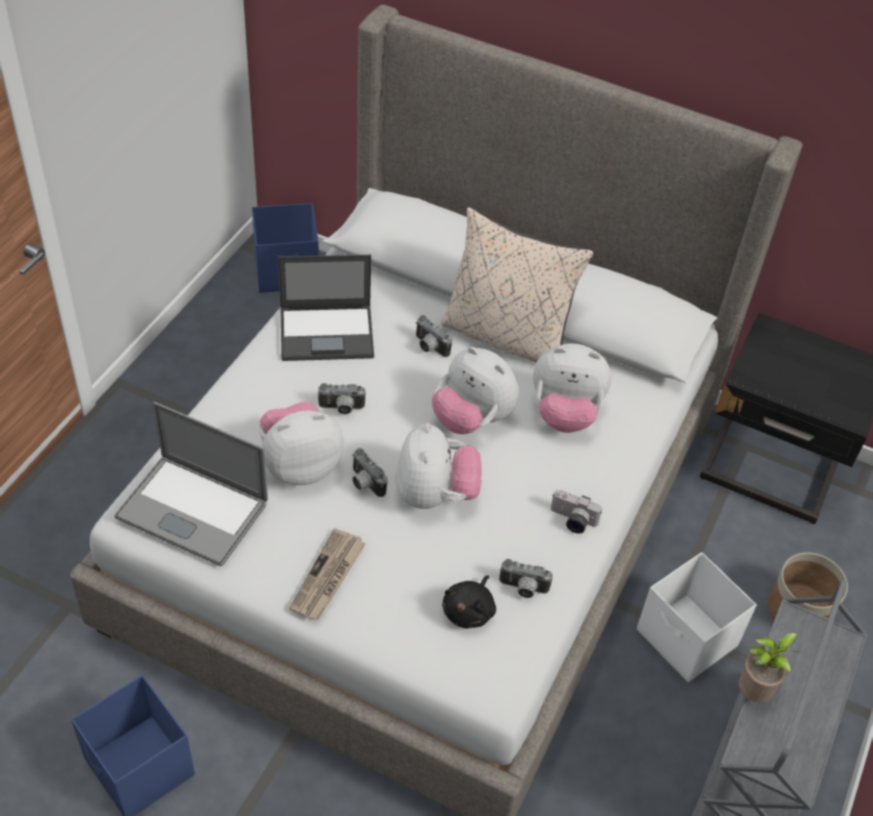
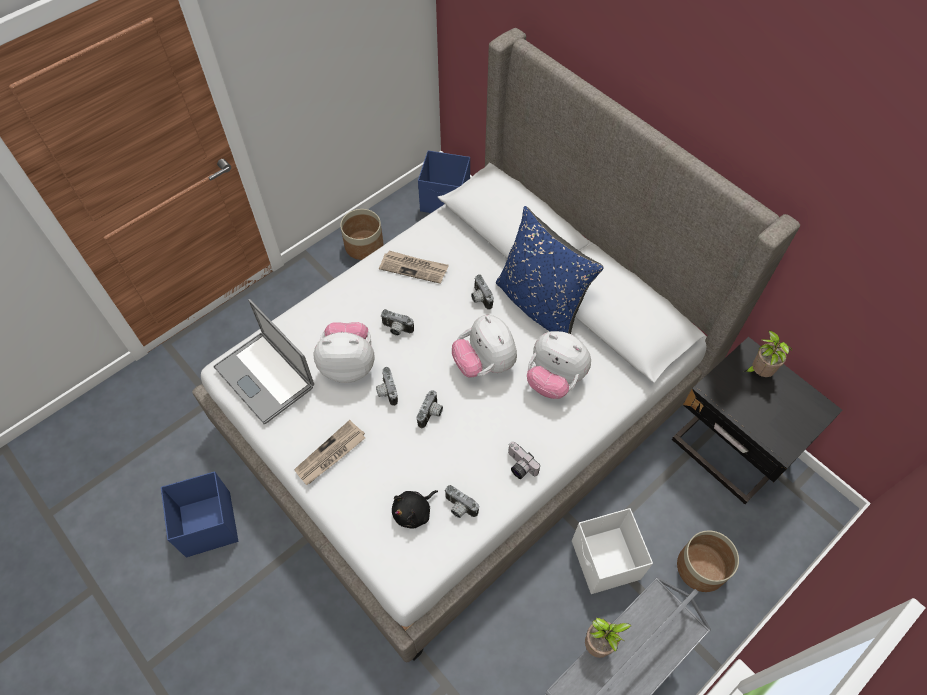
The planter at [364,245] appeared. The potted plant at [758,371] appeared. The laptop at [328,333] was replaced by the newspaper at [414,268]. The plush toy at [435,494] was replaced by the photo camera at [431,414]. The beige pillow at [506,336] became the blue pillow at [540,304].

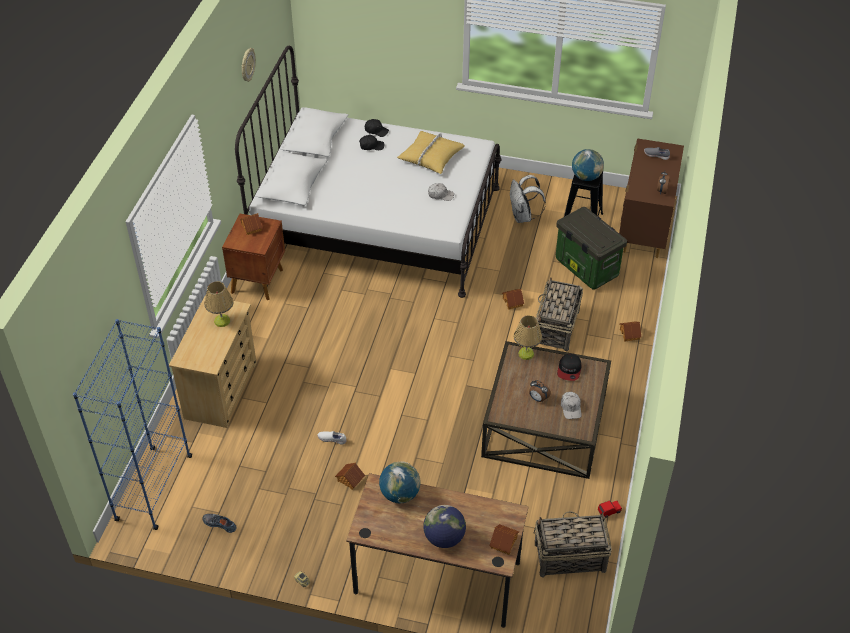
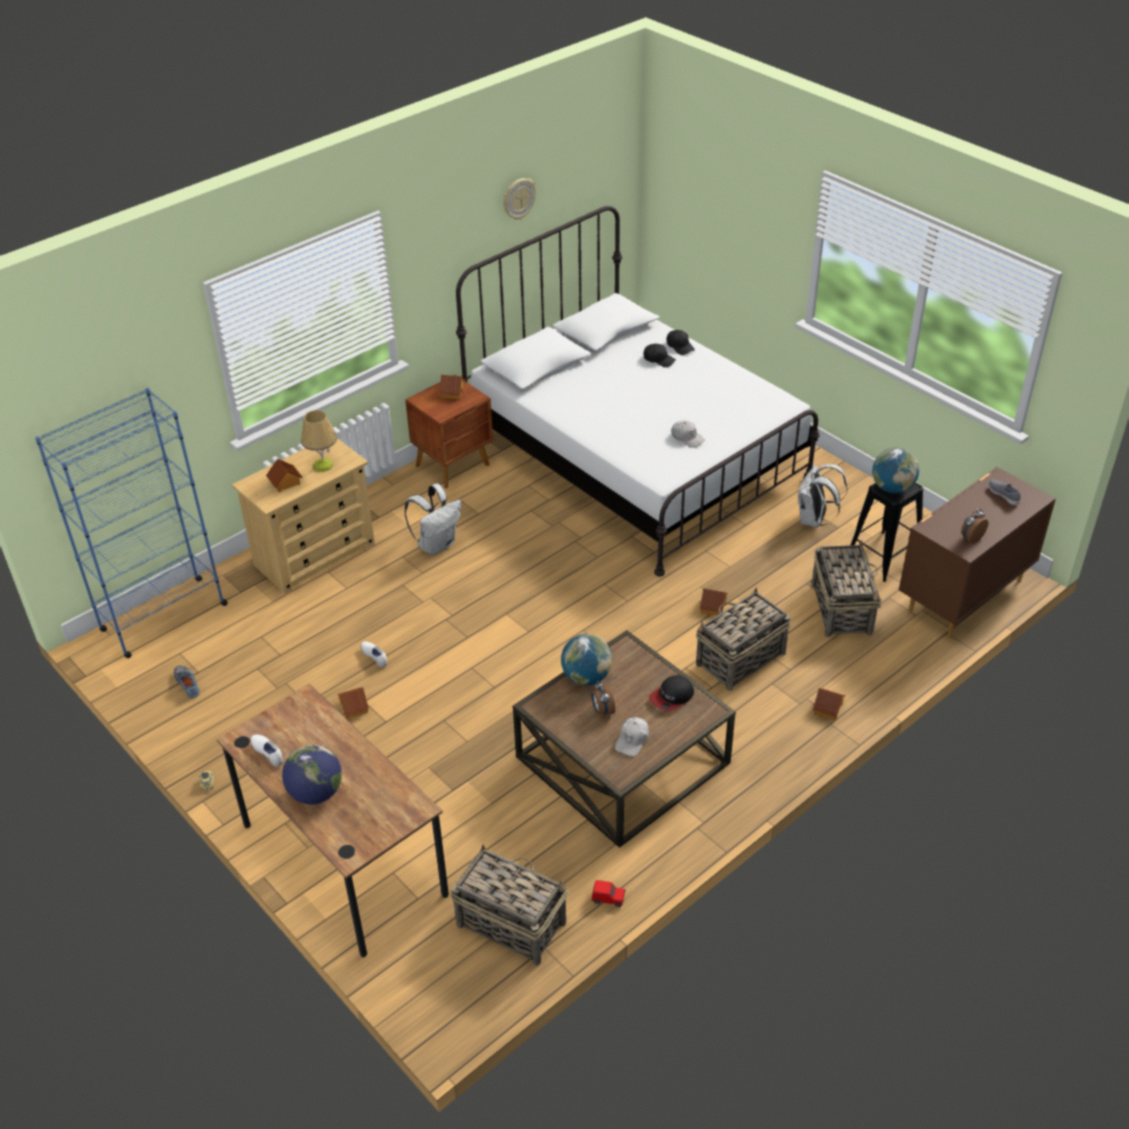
The yellow pillow at [430,157] disappeared. The table lamp at [526,354] disappeared. The white shoe at [268,753] appeared. The white backpack at [437,544] appeared. The globe moved from [400,494] to [586,677]. The toy house moved from [504,543] to [285,482]. The storage box at [585,267] was replaced by the basket at [841,608].

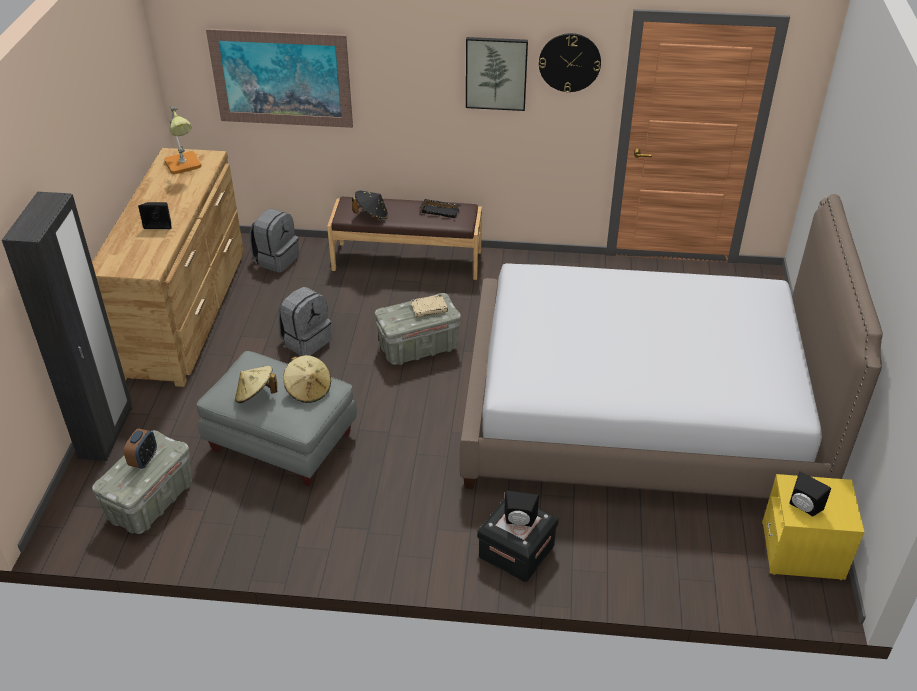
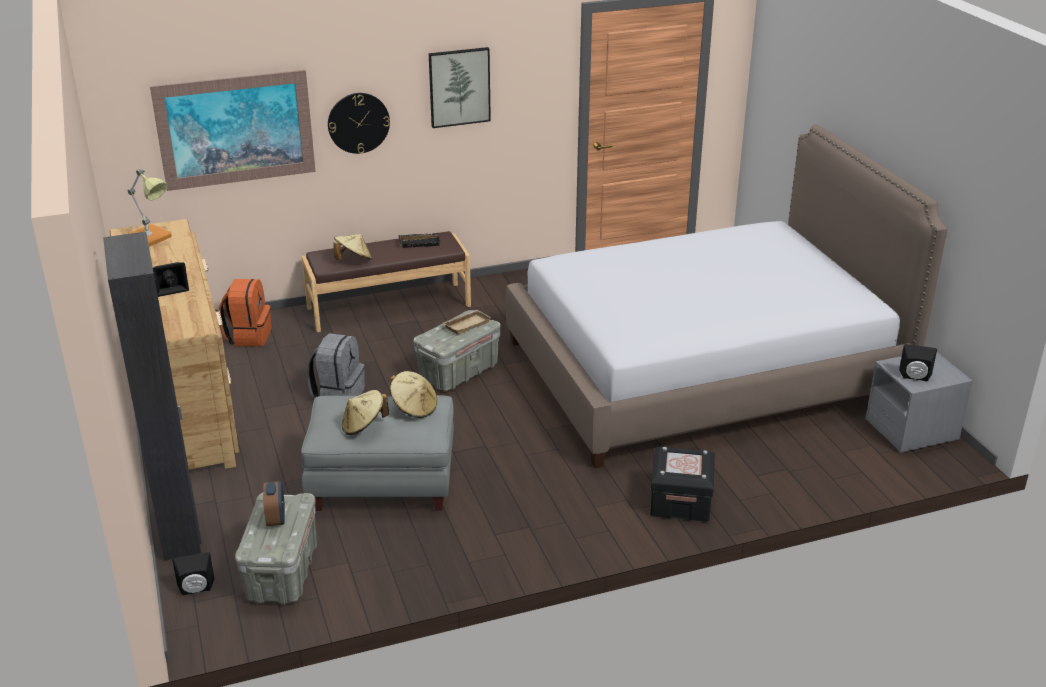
The black speaker moved from [519,521] to [196,589]. The wall clock moved from [569,62] to [358,123]. The beige book at [429,308] was replaced by the beige tray at [466,324]. The grey backpack at [276,259] became the orange backpack at [248,336]. The black hat at [371,215] became the beige hat at [353,260]. The yellow nightstand at [802,551] became the grey nightstand at [911,430].

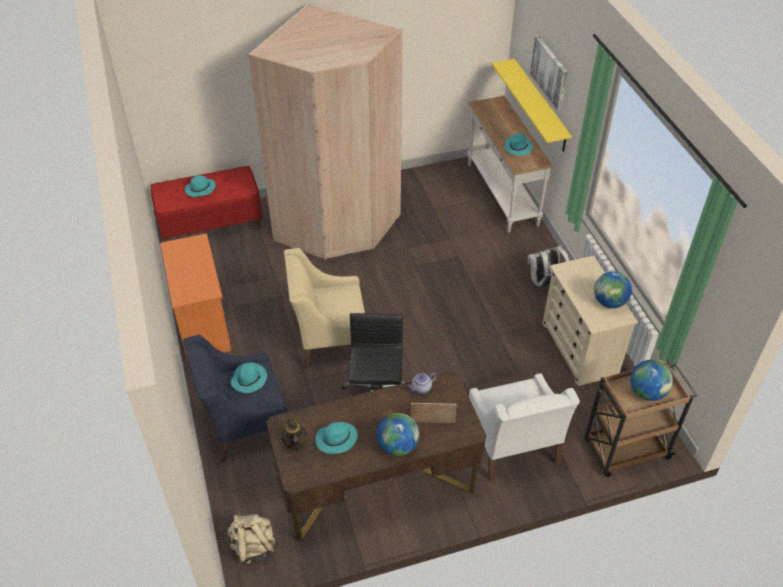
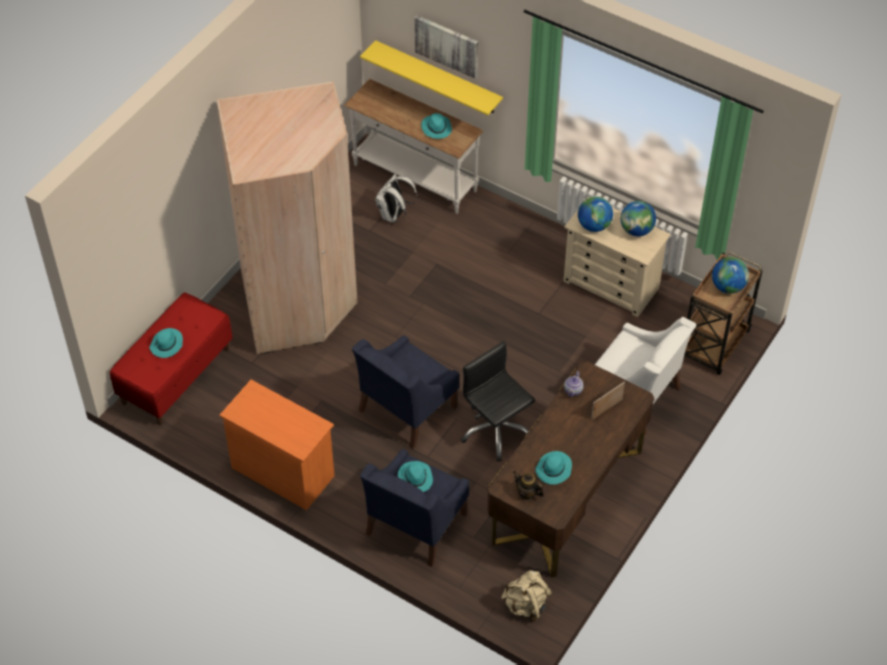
The globe moved from [397,446] to [594,226]. The white backpack moved from [544,282] to [394,215]. The beige armchair at [329,339] became the blue armchair at [406,409].

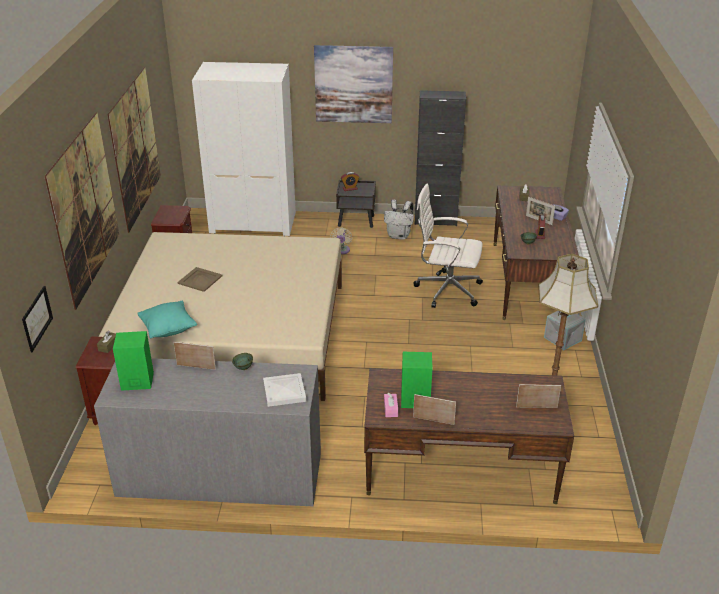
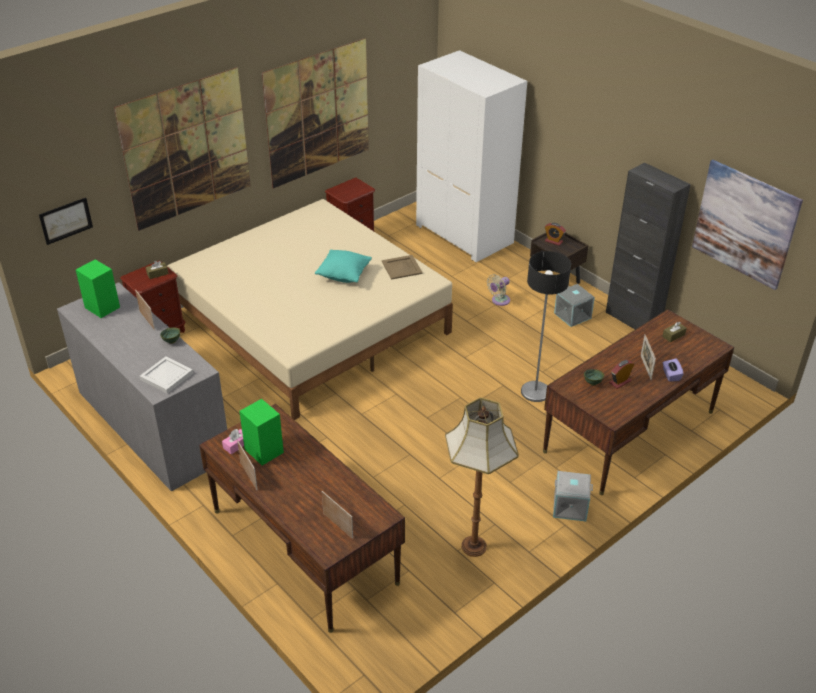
The turquoise pillow moved from [168,329] to [344,276]. The beige tray moved from [200,280] to [401,267]. The picture moved from [353,84] to [745,224]. The white backpack at [399,236] was replaced by the grey storage box at [573,315]. The white office chair at [446,290] was replaced by the floor lamp at [535,392].

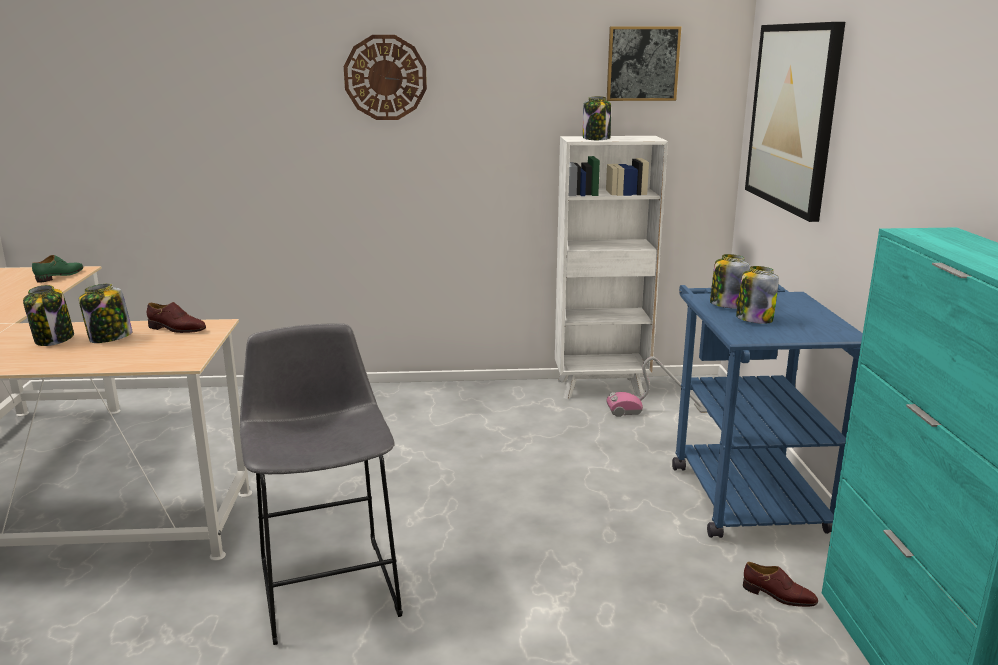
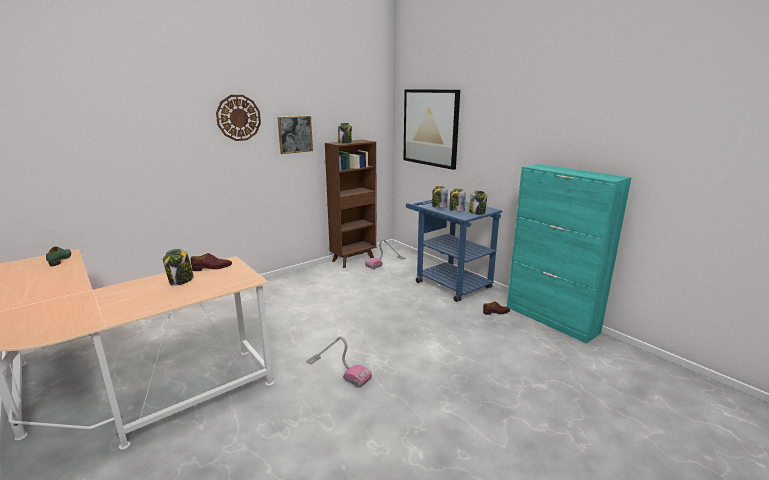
The jar moved from [54,339] to [477,212]. The picture moved from [642,64] to [295,134]. The grey stool at [328,582] was replaced by the vacuum cleaner at [338,371]. The white bookcase at [602,388] became the brown bookcase at [354,260].

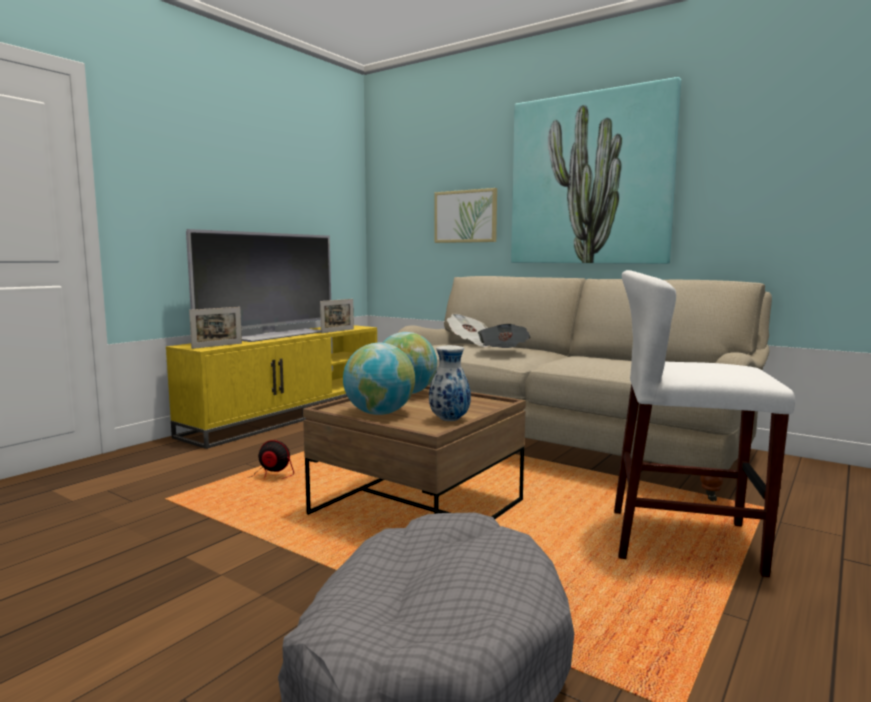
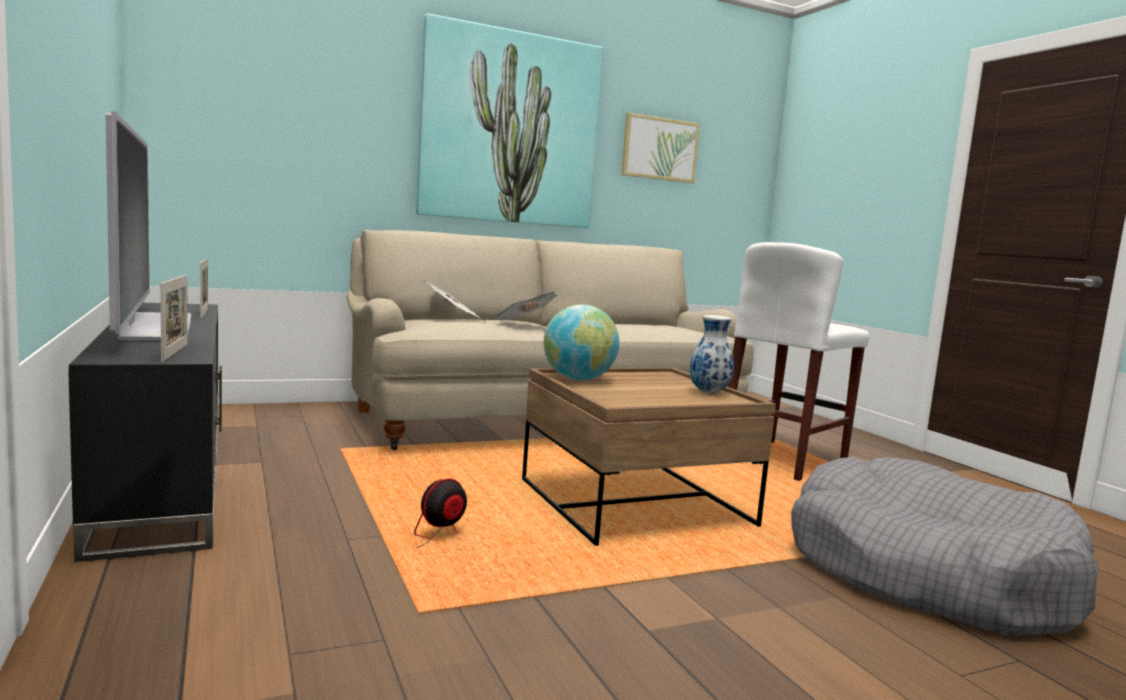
The globe at [379,413] disappeared. The picture moved from [465,216] to [659,149]. The yellow tv stand at [287,416] became the black tv stand at [162,472].

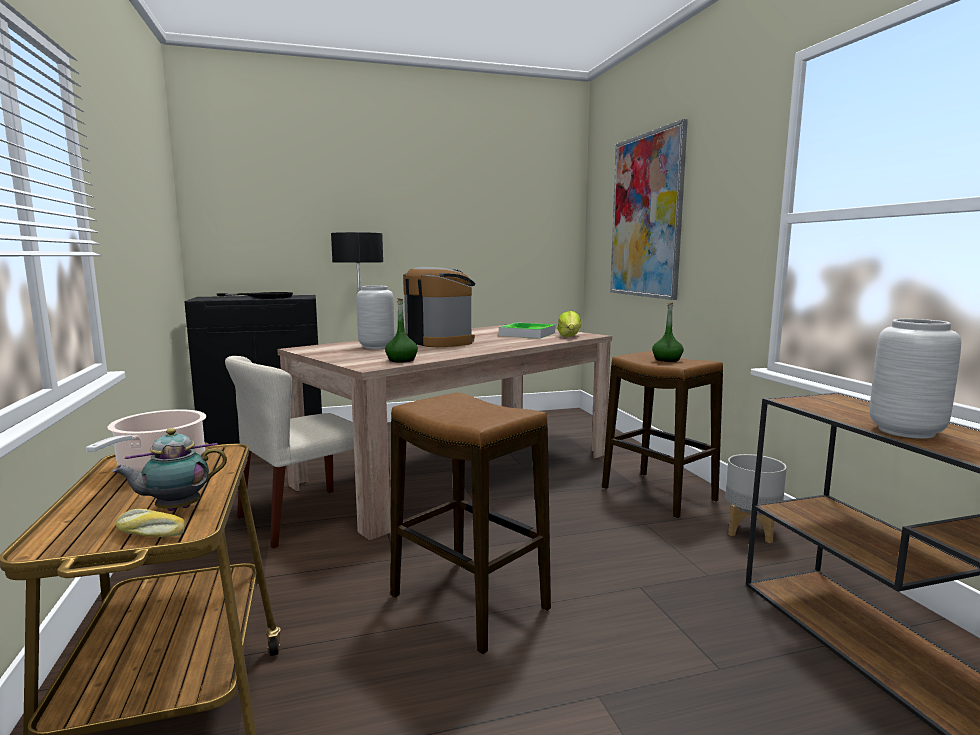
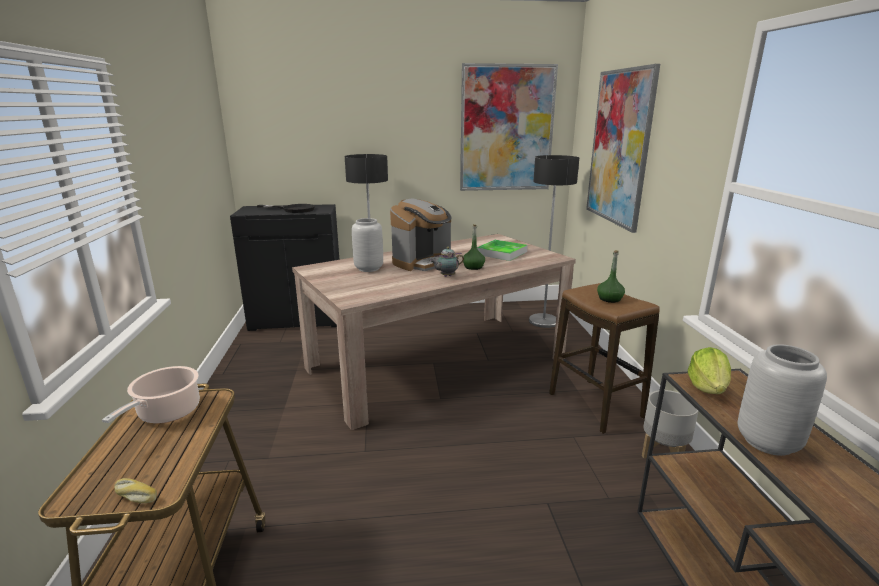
The beige chair at [304,517] disappeared. The stool at [468,602] disappeared. The picture at [506,129] appeared. The floor lamp at [543,321] appeared. The teapot moved from [175,509] to [446,276]. The green bottle moved from [401,360] to [473,267]. The lettuce moved from [569,336] to [707,387]. The coffee machine at [440,342] turned 75 degrees clockwise.

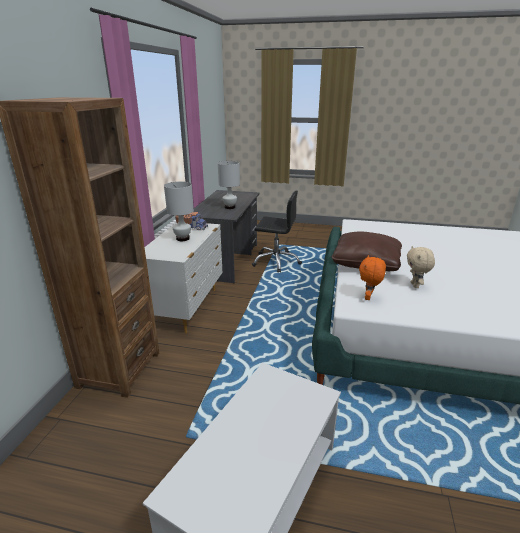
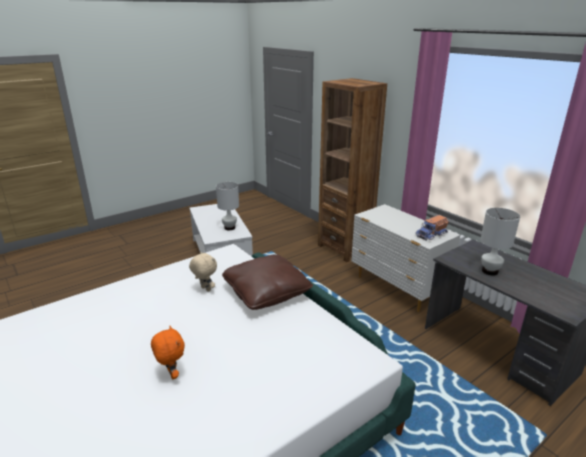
The black office chair at [276,261] disappeared. The white table lamp moved from [183,238] to [230,228]. The orange plush toy moved from [369,297] to [171,374].

